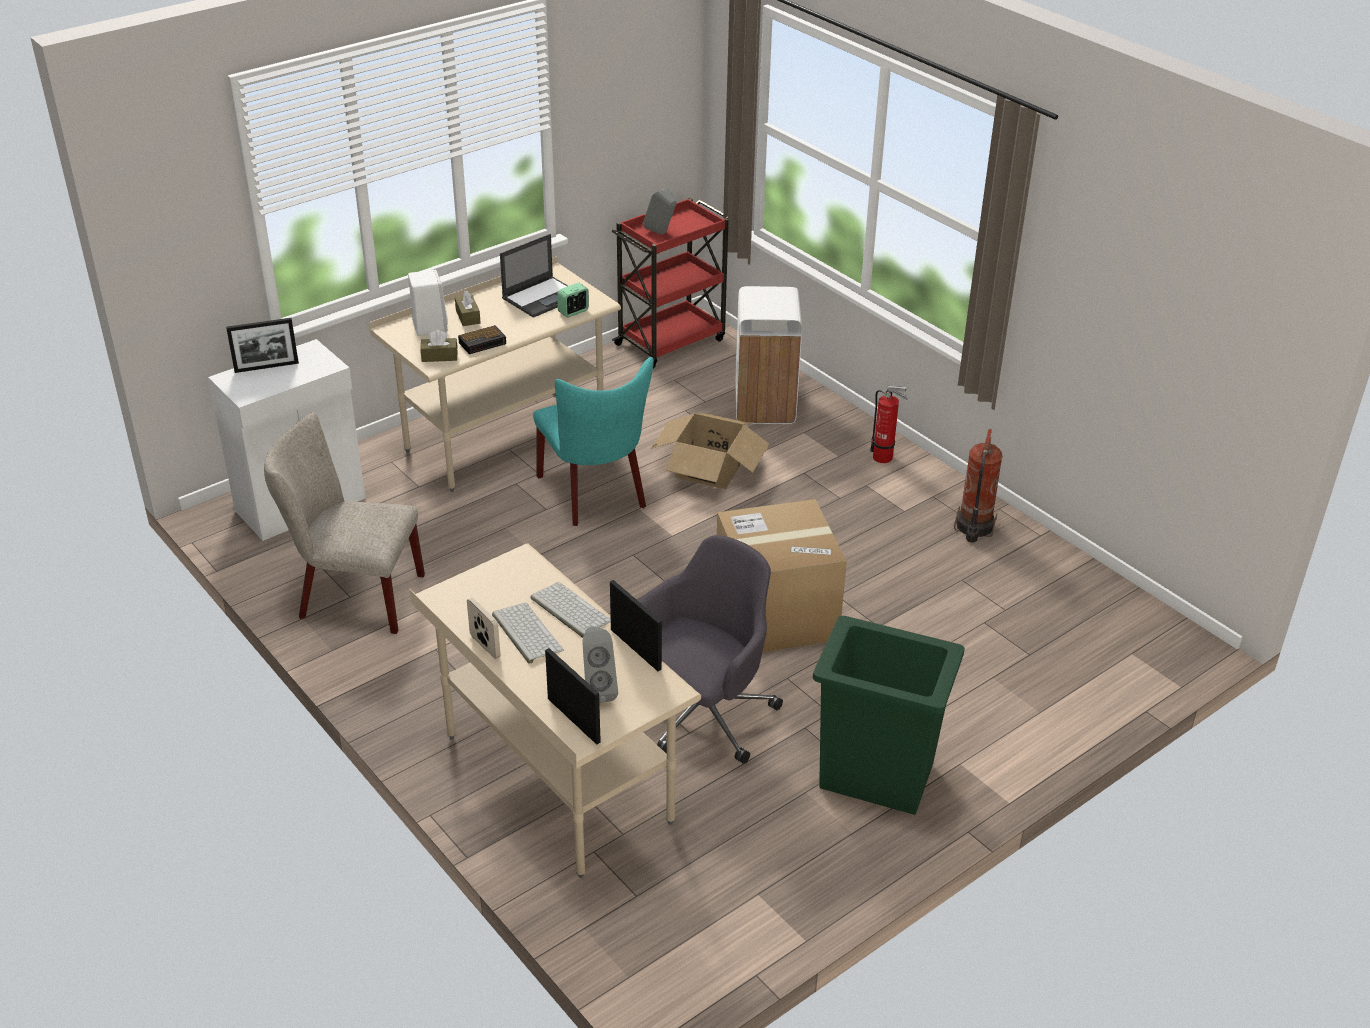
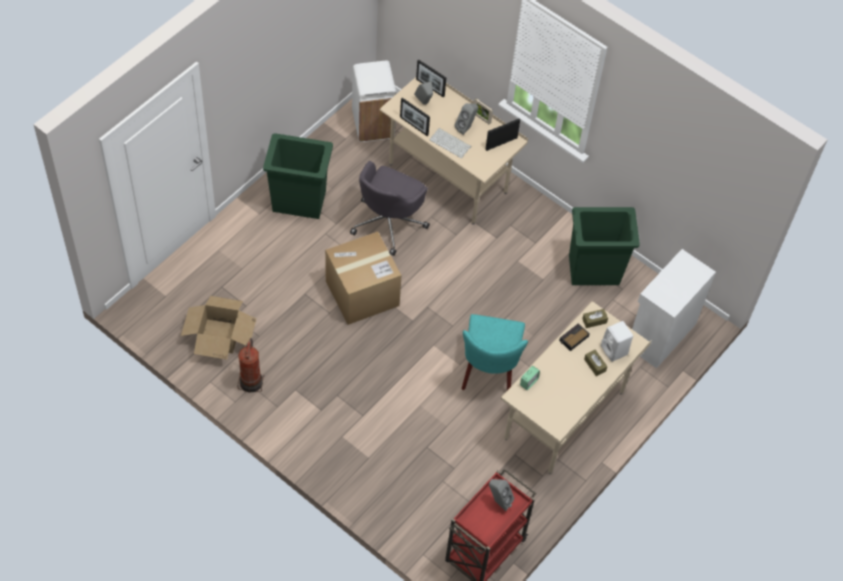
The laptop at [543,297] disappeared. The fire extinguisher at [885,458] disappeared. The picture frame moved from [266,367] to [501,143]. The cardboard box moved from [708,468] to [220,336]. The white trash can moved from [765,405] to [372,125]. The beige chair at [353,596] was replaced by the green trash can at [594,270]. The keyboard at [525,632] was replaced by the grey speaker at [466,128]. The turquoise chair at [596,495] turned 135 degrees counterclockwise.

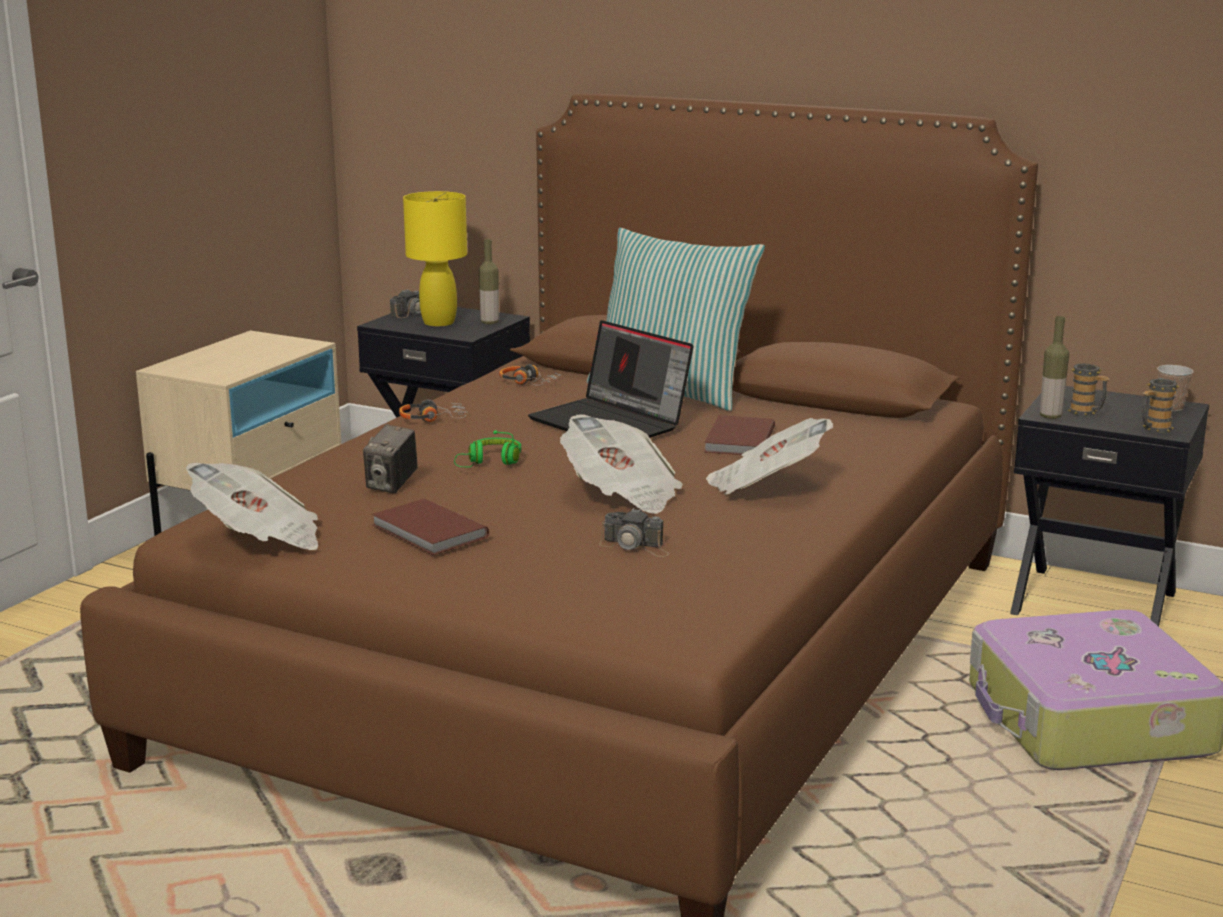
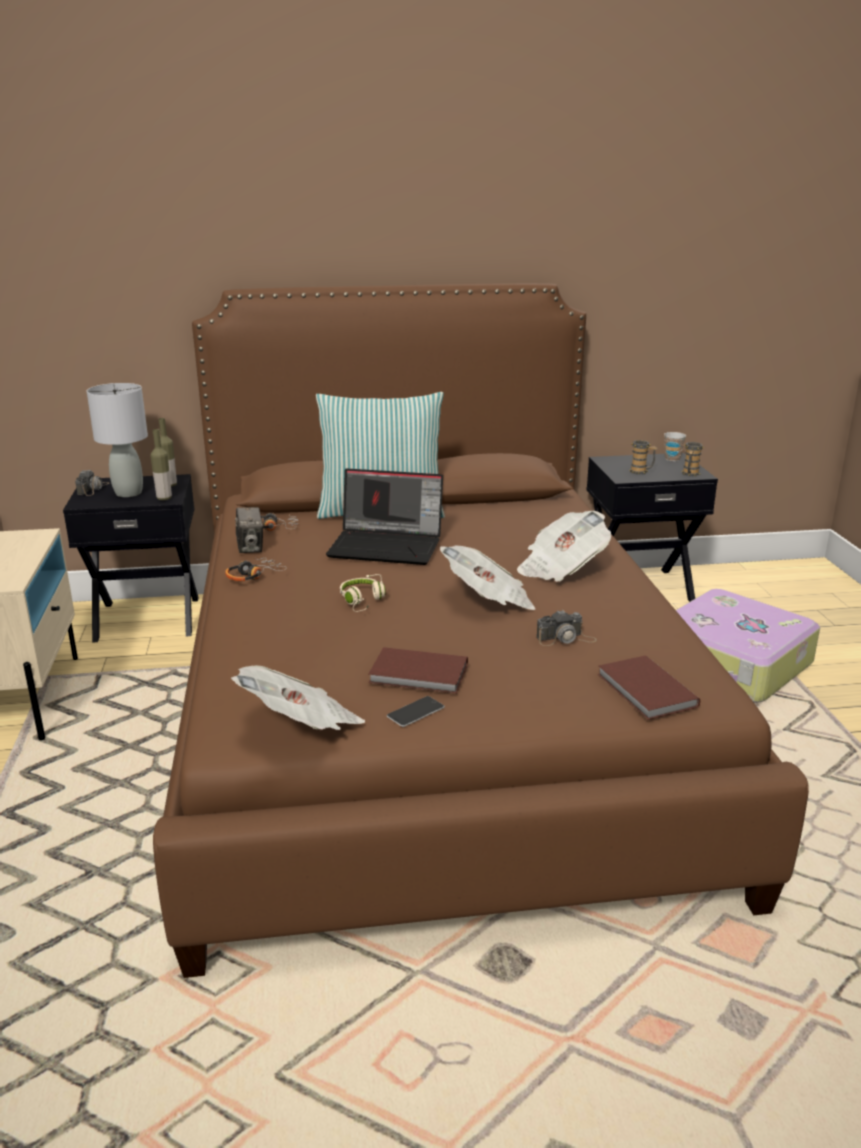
The phone at [415,711] appeared. The photo camera moved from [392,485] to [250,548]. The brown book moved from [737,440] to [645,691]. The bottle moved from [1050,416] to [164,498]. The yellow table lamp at [439,323] became the grey table lamp at [129,493]. The green headphones at [490,462] became the beige headphones at [362,601].

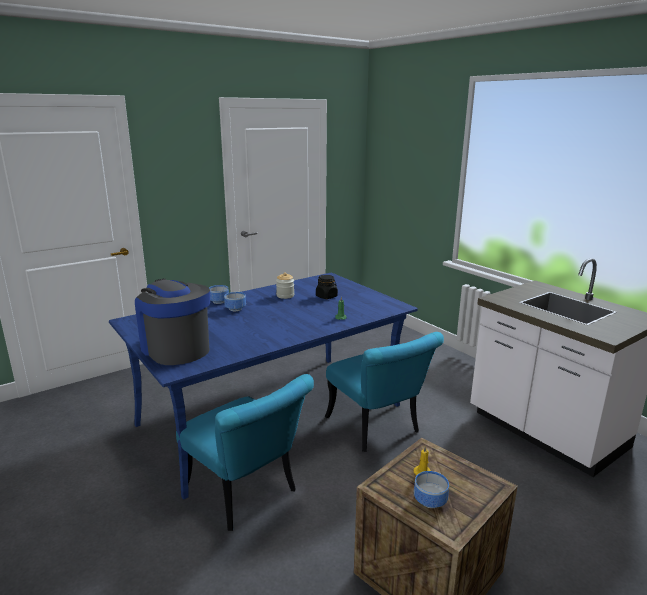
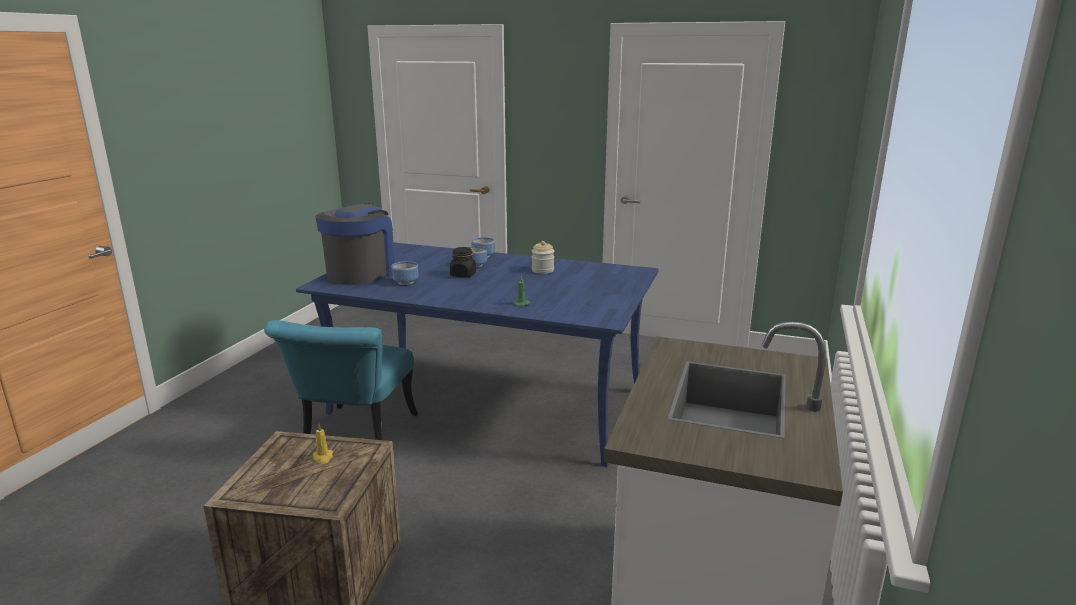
The turquoise chair at [378,429] disappeared. The black jar moved from [326,296] to [463,275]. The bowl moved from [428,501] to [405,282].

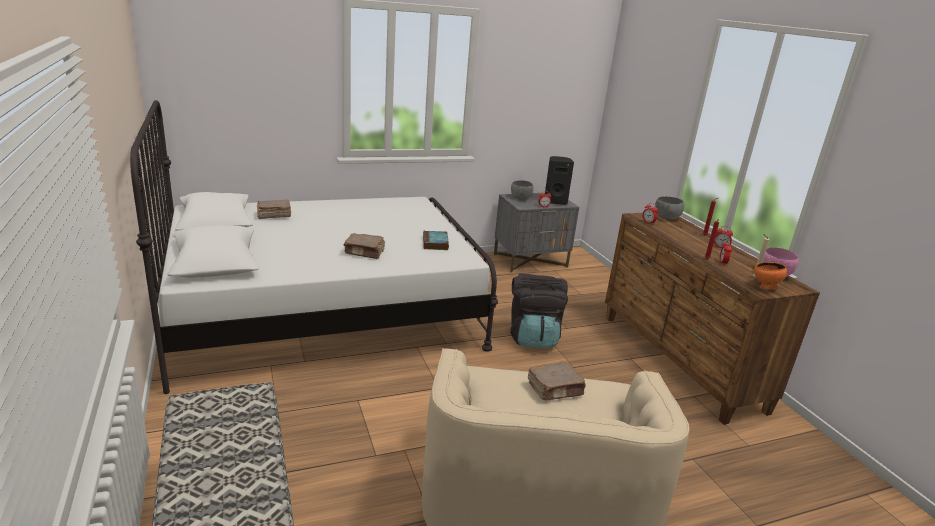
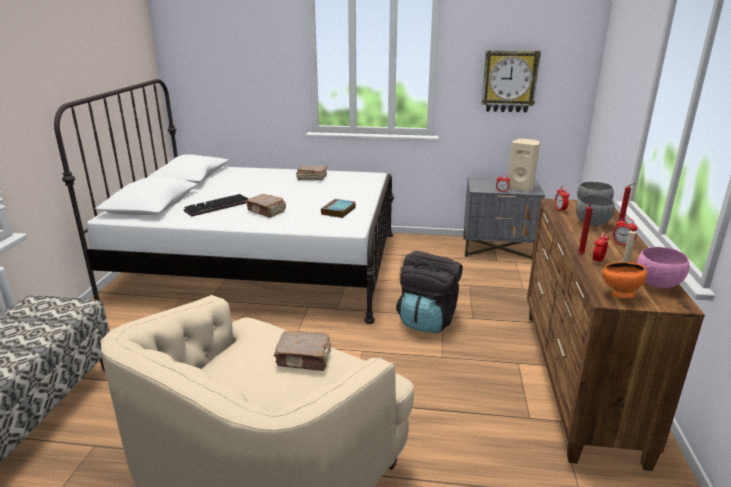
The keyboard at [217,207] appeared. The wall clock at [509,81] appeared. The brown book moved from [273,215] to [311,178]. The grey bowl moved from [521,198] to [592,224]. The black speaker at [554,201] became the beige speaker at [521,187].

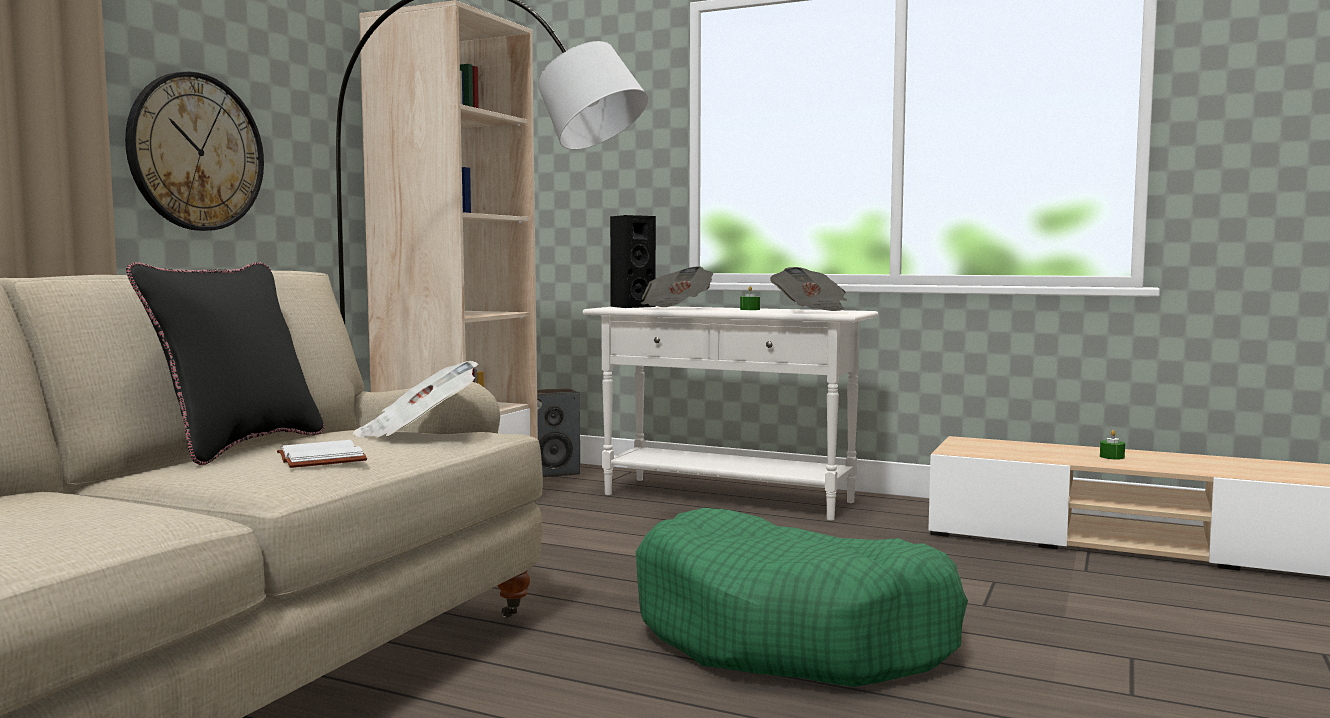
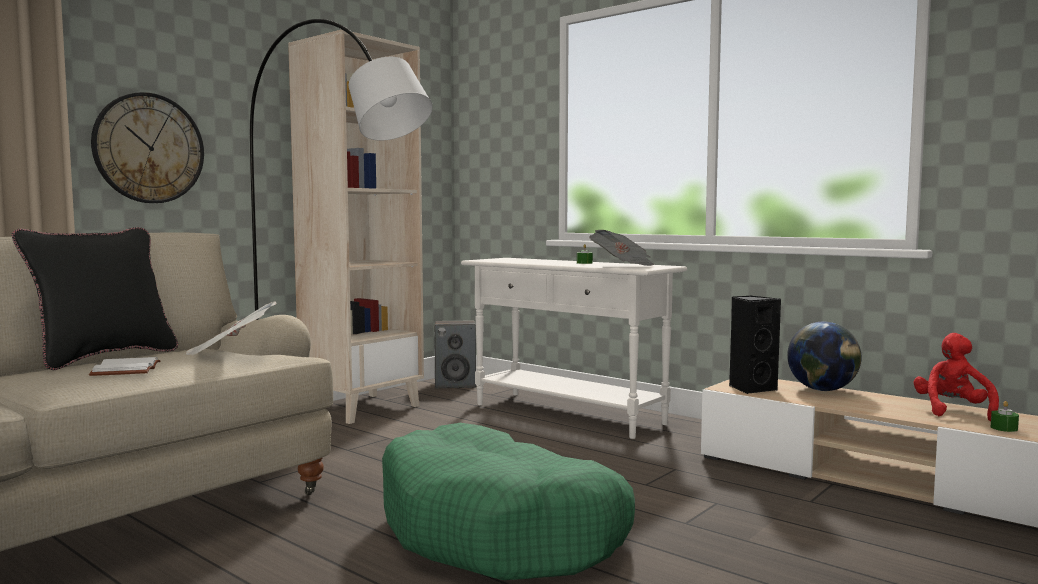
The newspaper at [676,309] disappeared. The globe at [822,390] appeared. The red plush toy at [952,411] appeared. The black speaker moved from [631,307] to [751,388]. The green candle moved from [1112,457] to [1004,428].

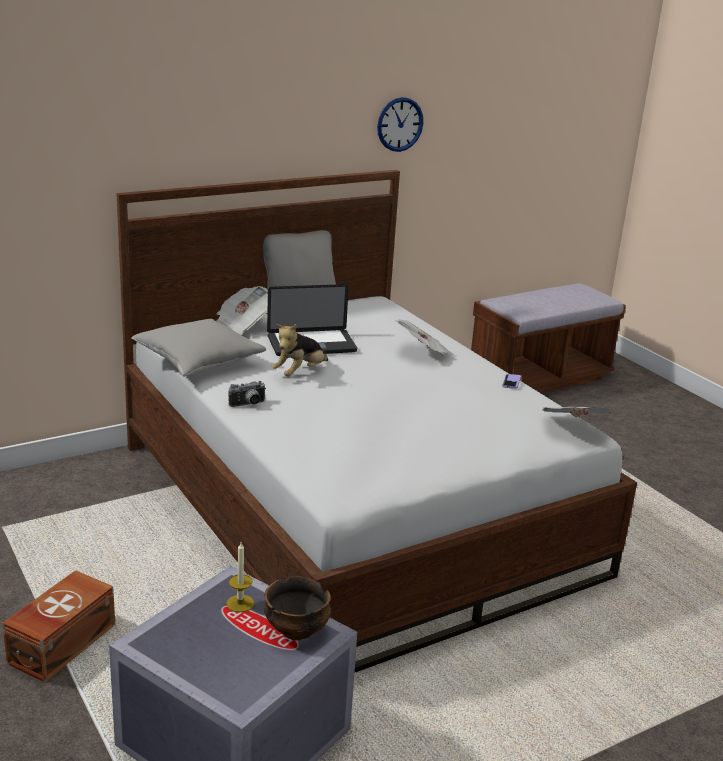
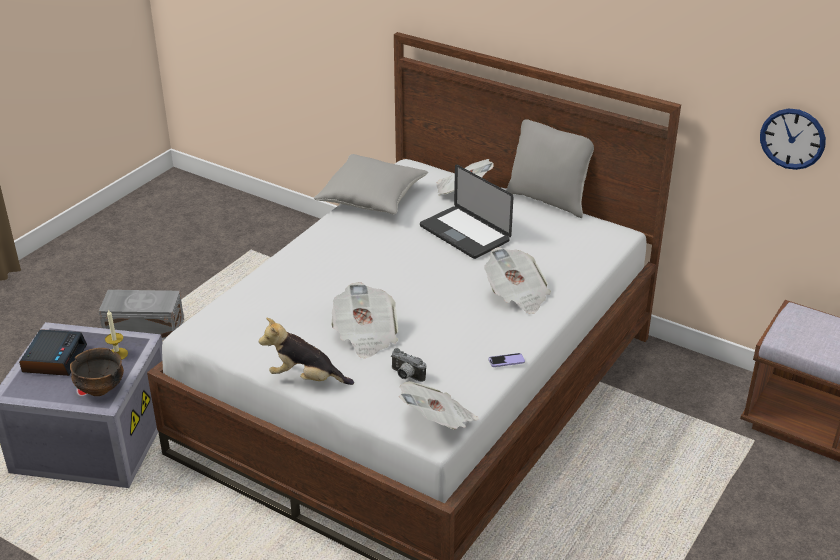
The alarm clock at [54,358] appeared. The newspaper at [365,335] appeared. The photo camera moved from [248,405] to [405,376]. The plush toy moved from [300,373] to [306,378]. The wall clock moved from [400,124] to [792,138]. The brown storage box at [60,644] became the grey storage box at [143,329].

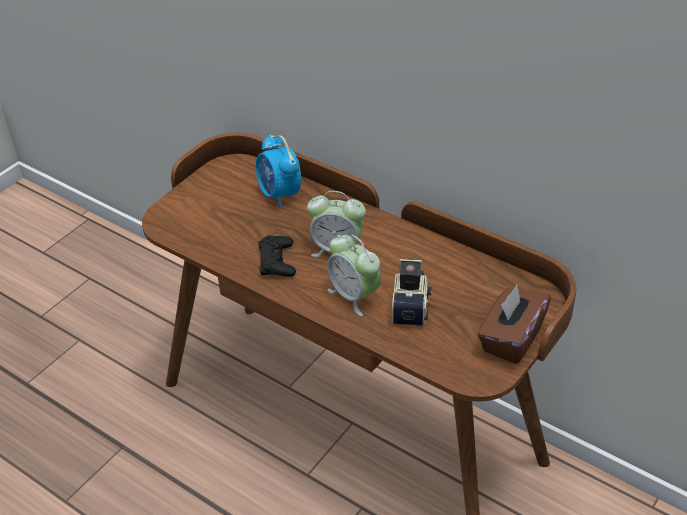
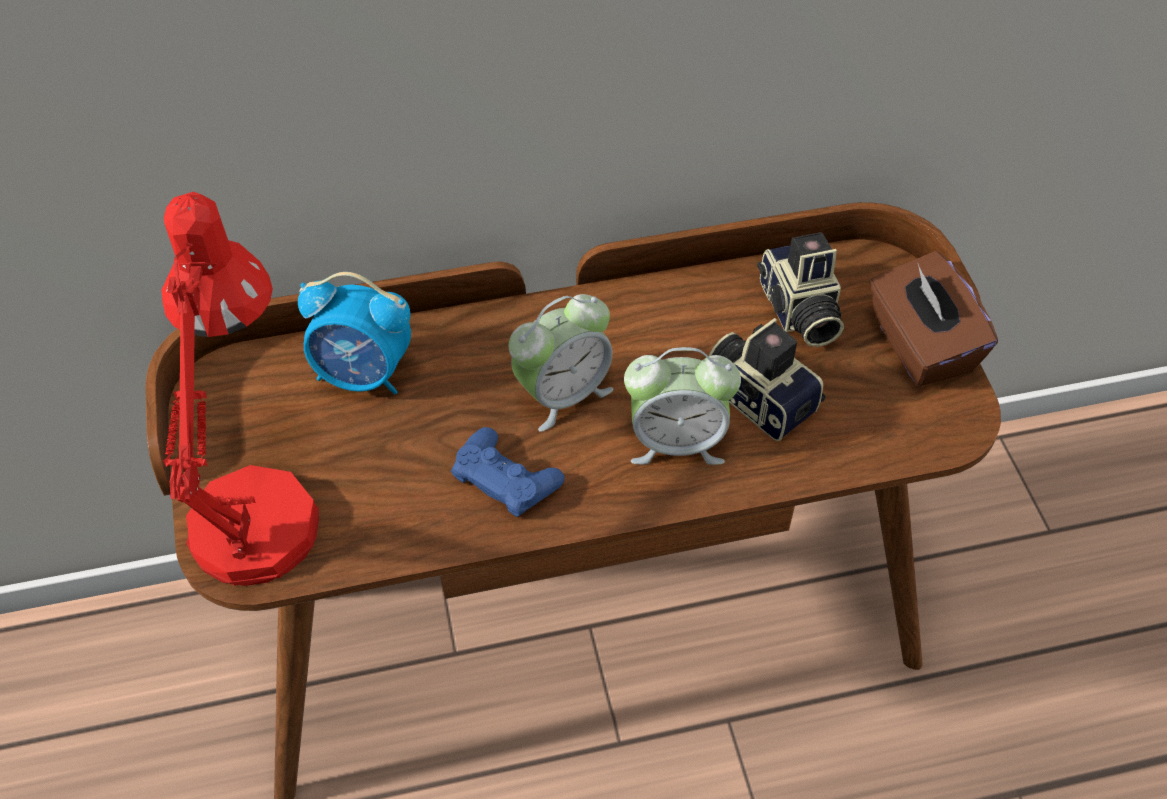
The red table lamp at [259,504] appeared. The photo camera at [798,312] appeared. The black game controller at [277,261] became the blue game controller at [505,478].

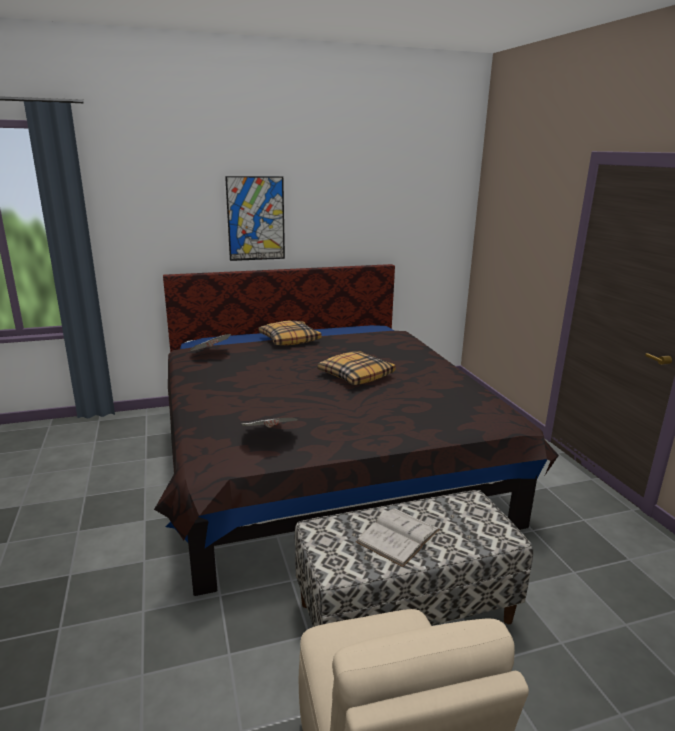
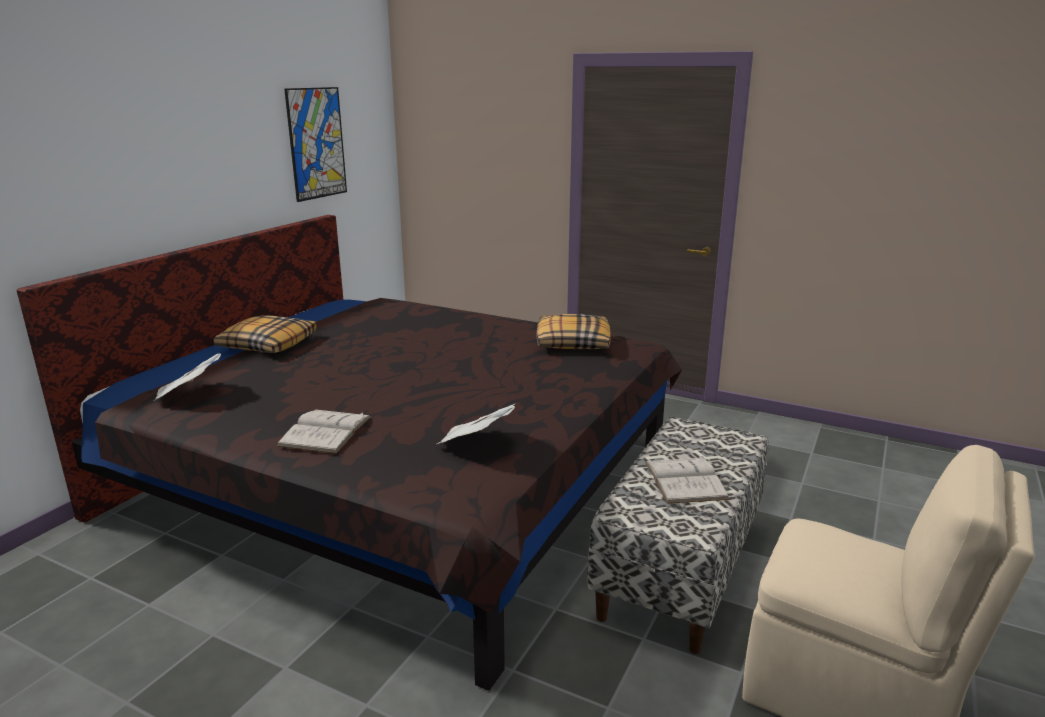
The white book at [325,431] appeared. The picture moved from [256,219] to [316,143]. The pillow moved from [355,375] to [572,342].

